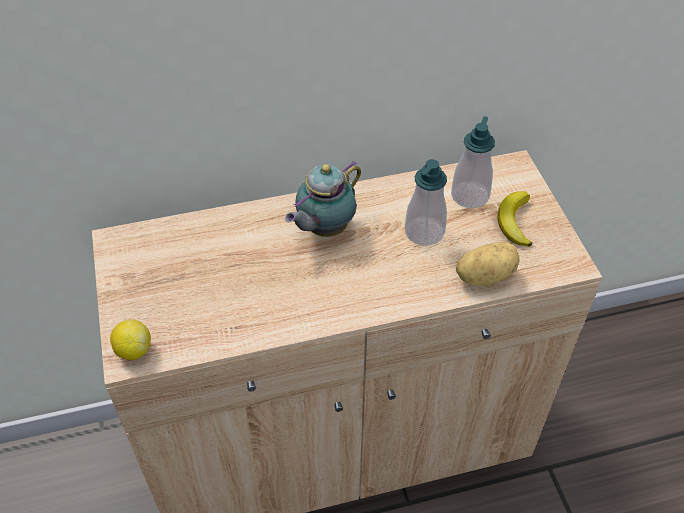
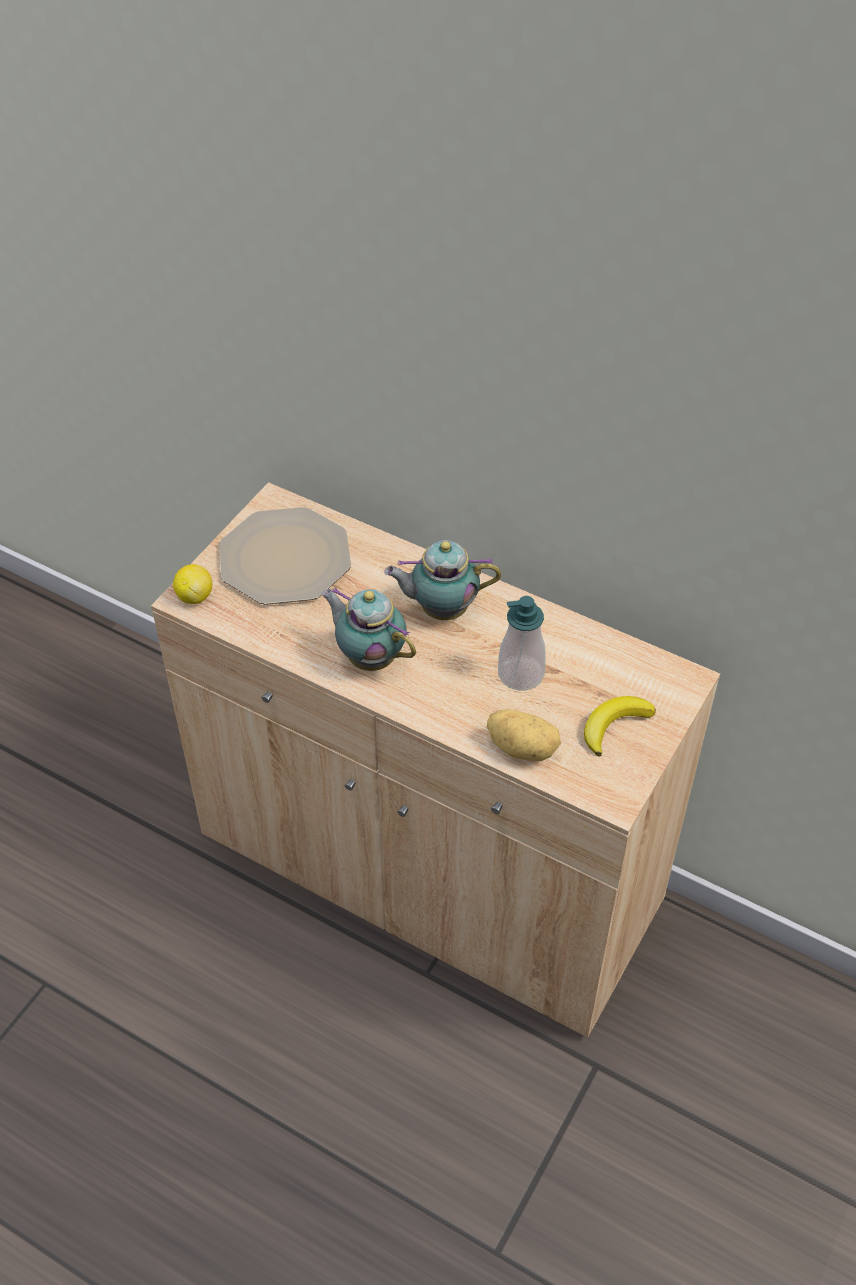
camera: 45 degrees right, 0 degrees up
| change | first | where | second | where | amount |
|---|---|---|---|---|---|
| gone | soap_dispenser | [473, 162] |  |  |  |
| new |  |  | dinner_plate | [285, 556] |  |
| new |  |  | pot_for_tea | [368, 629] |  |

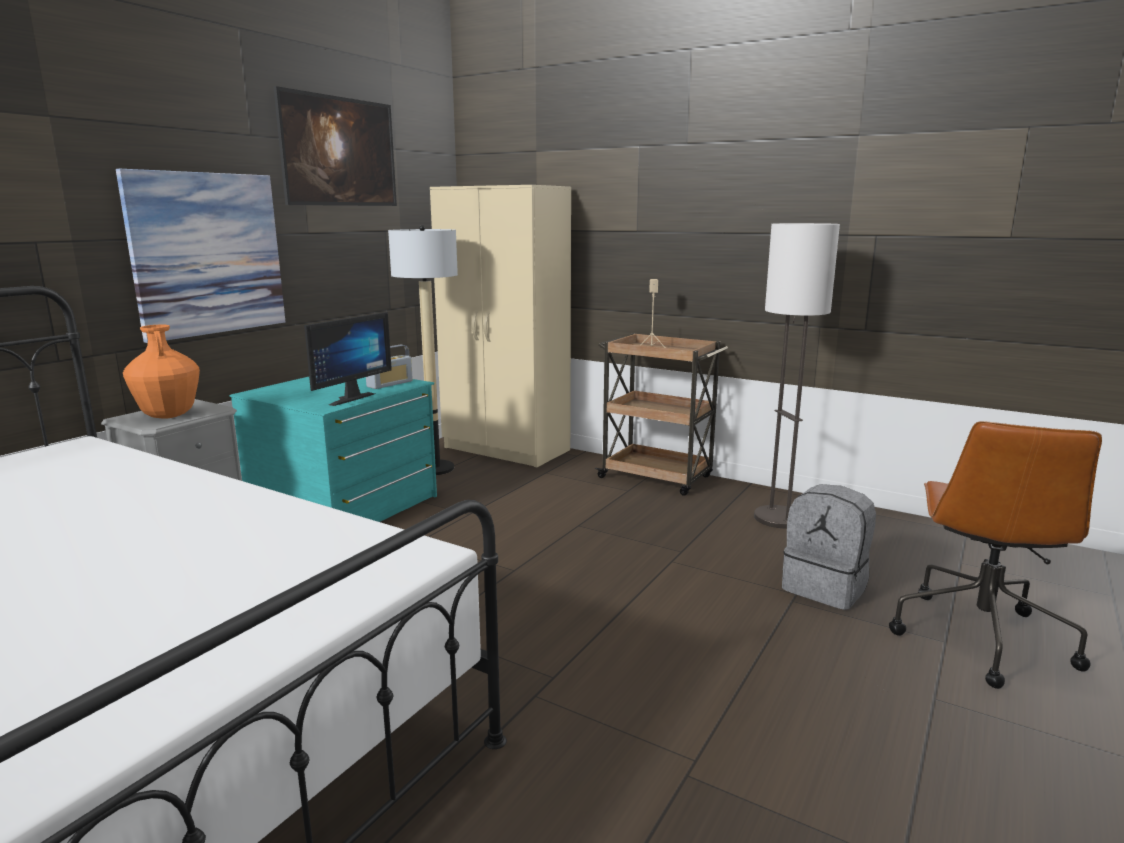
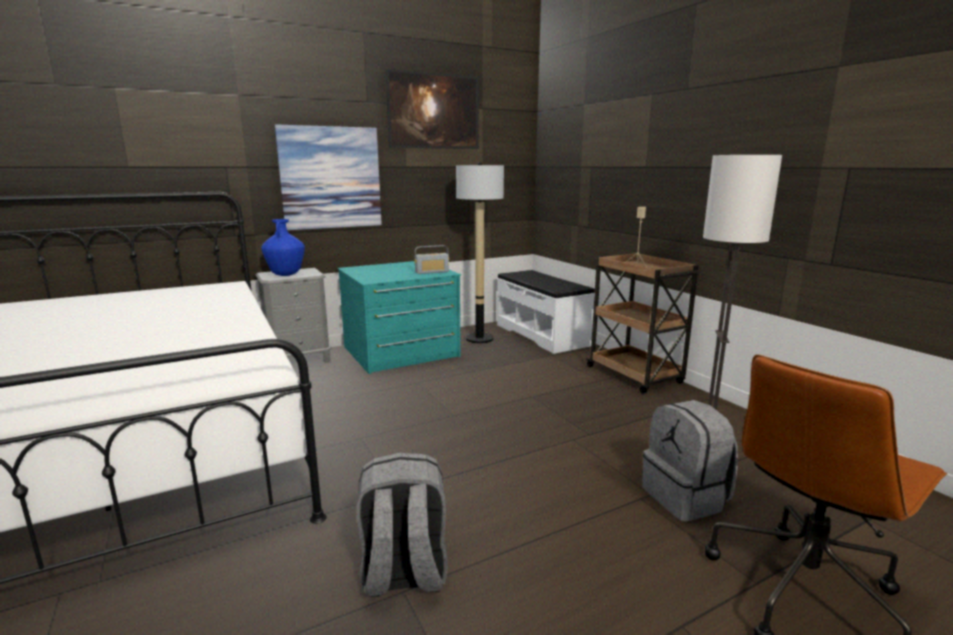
camera: 30 degrees right, 0 degrees up
| change | first | where | second | where | amount |
|---|---|---|---|---|---|
| repainted | orangey_flower_vase | [161, 372] | blue-coloured_flower_vase | [283, 247] |  |
| gone | computer_screen | [348, 359] |  |  |  |
| swapped | sand-coloured_wardrobe | [500, 326] | whitish_bench | [546, 312] |  |
| new |  |  | greyish_rucksack | [402, 524] |  |

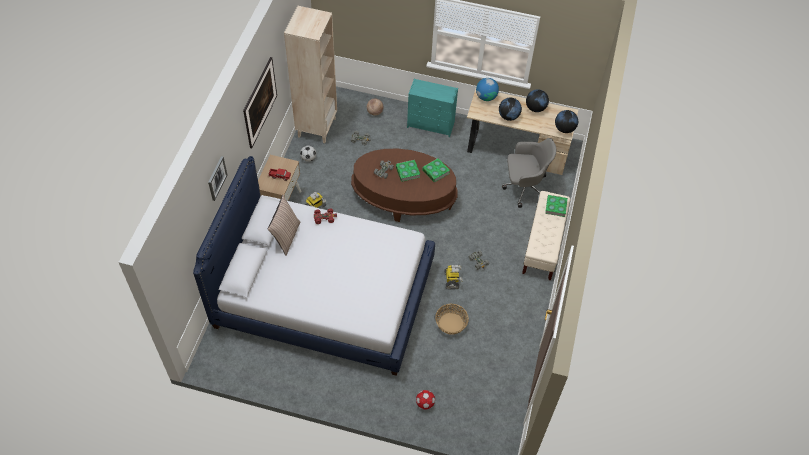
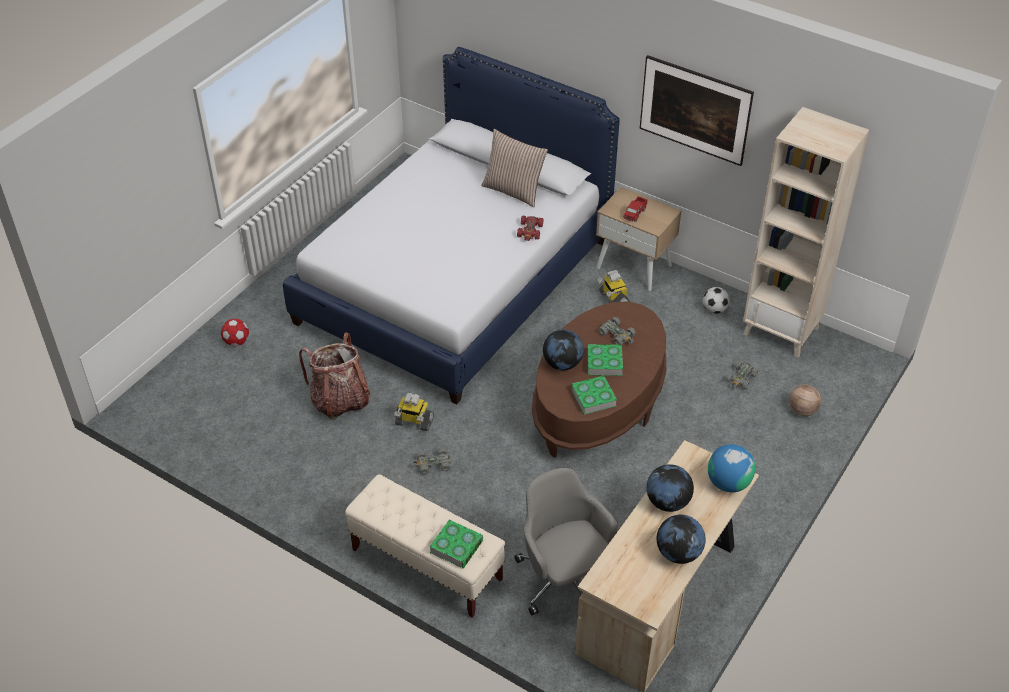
camera: 110 degrees right, 10 degrees down
| change | first | where | second | where | amount |
|---|---|---|---|---|---|
| gone | wall_picture | [217, 178] |  |  |  |
| gone | turquoise_chest_of_drawers | [432, 108] |  |  |  |
| swapped | storage_basket | [452, 319] | rucksack | [335, 376] |  |
| rotated | greyish_office_chair | [529, 173] |  | [566, 541] | 135 degrees clockwise |
| shifted | desk_globe | [566, 121] |  | [563, 349] |  |

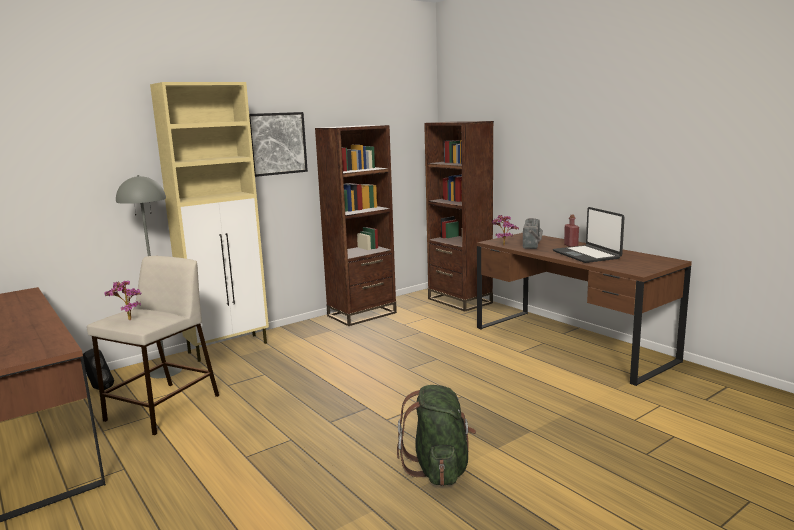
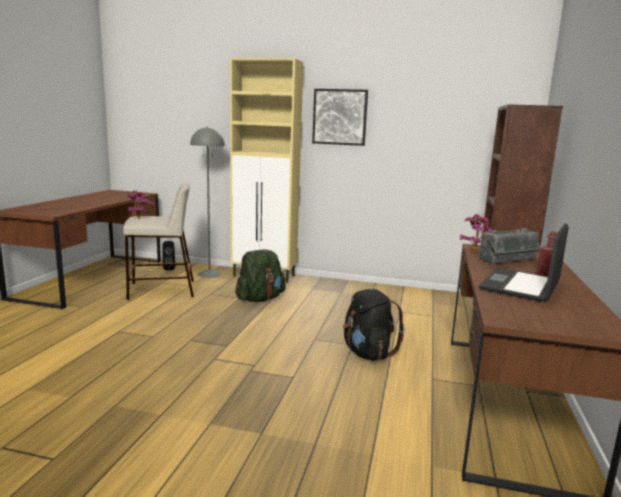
camera: 50 degrees right, 0 degrees up
| change | first | where | second | where | amount |
|---|---|---|---|---|---|
| gone | brown_bookshelf | [356, 225] |  |  |  |
| shifted | green_rucksack | [436, 435] |  | [260, 275] |  |
| new |  |  | blackish_rucksack | [374, 325] |  |

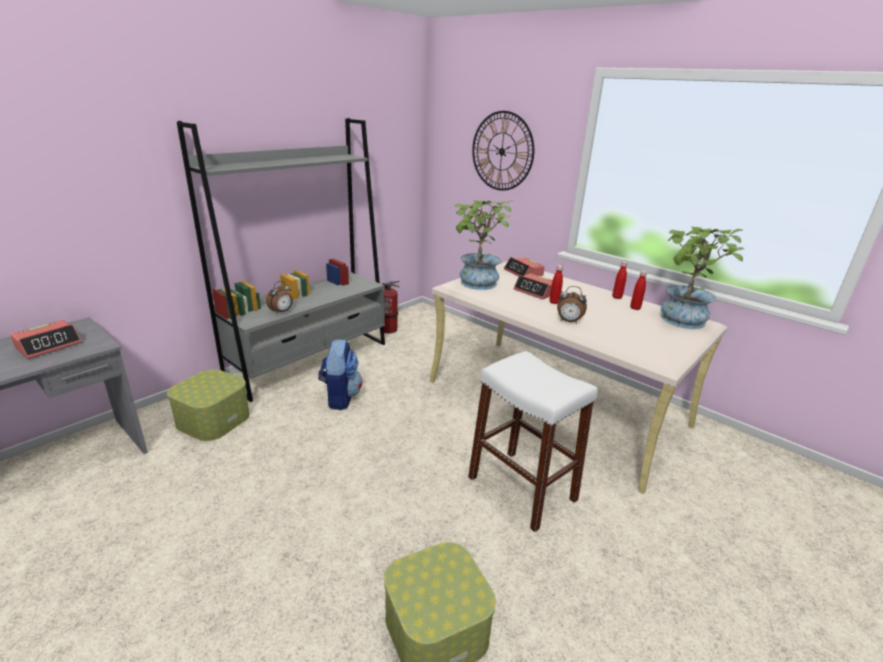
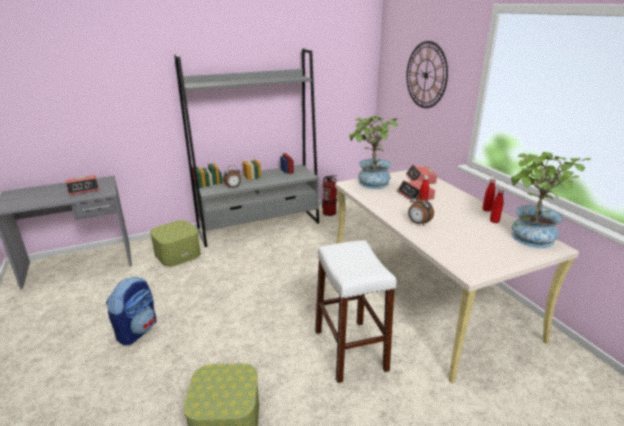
camera: 25 degrees right, 0 degrees up
| change | first | where | second | where | amount |
|---|---|---|---|---|---|
| shifted | rucksack | [340, 374] |  | [131, 311] |  |

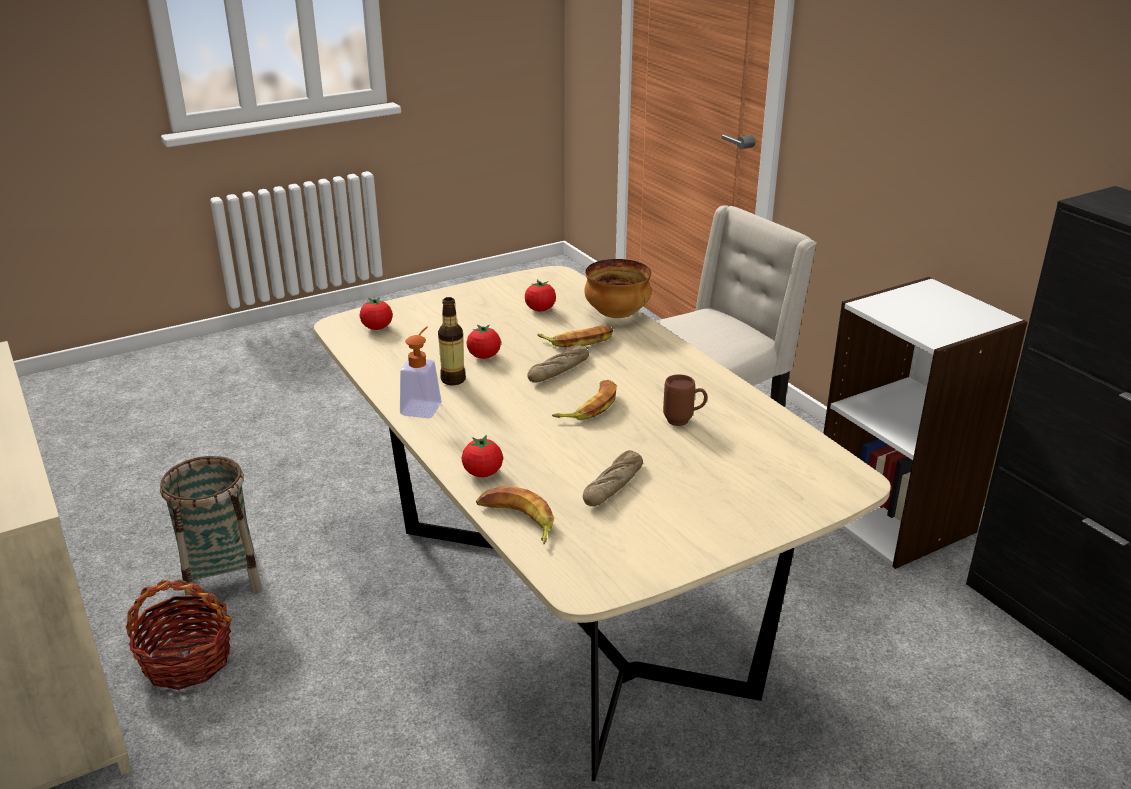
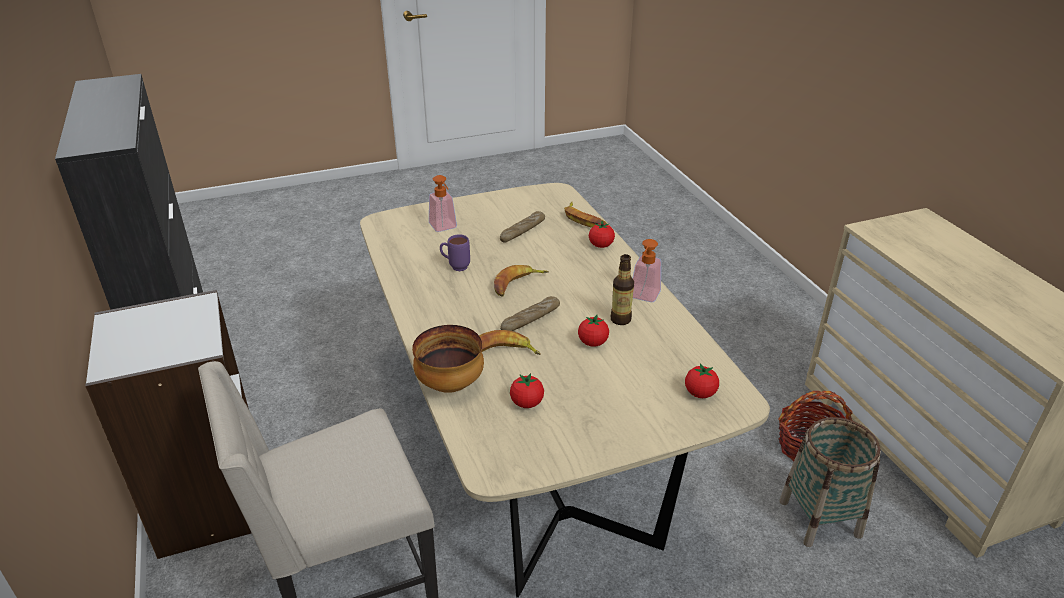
camera: 170 degrees left, 5 degrees up
| change | first | where | second | where | amount |
|---|---|---|---|---|---|
| repainted | brown_tea_mug | [685, 400] | purple-coloured_tea_mug | [455, 252] |  |
| new |  |  | soap_dispenser | [443, 203] |  |

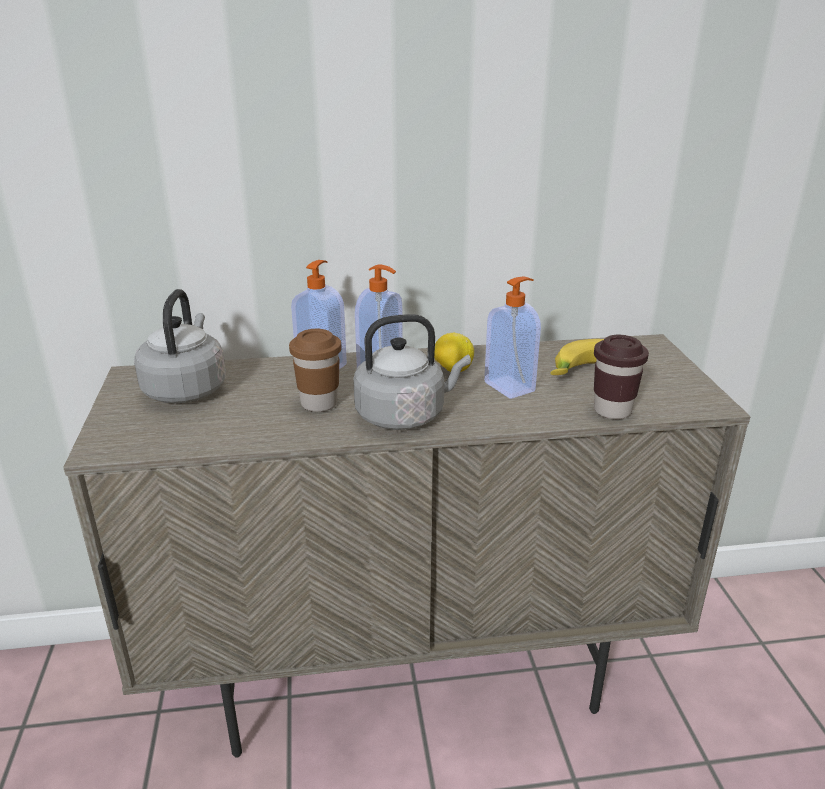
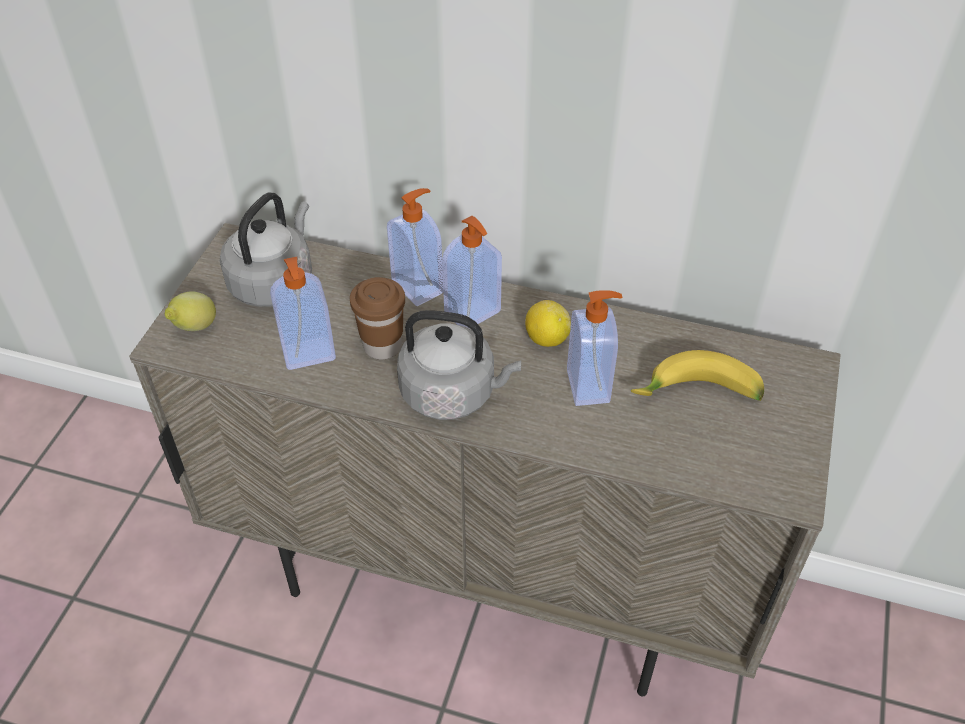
camera: 25 degrees right, 20 degrees up
| change | first | where | second | where | amount |
|---|---|---|---|---|---|
| gone | brown_cup | [621, 377] |  |  |  |
| new |  |  | lemon | [190, 311] |  |
| new |  |  | soap_dispenser | [303, 313] |  |

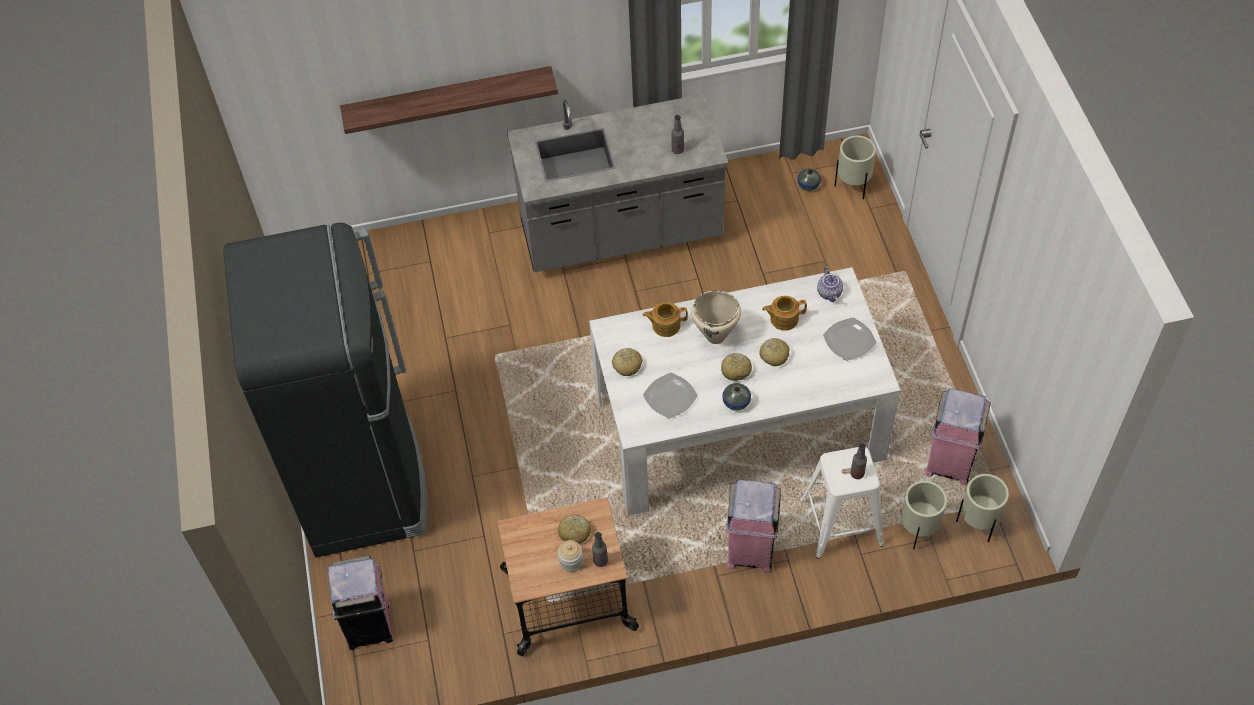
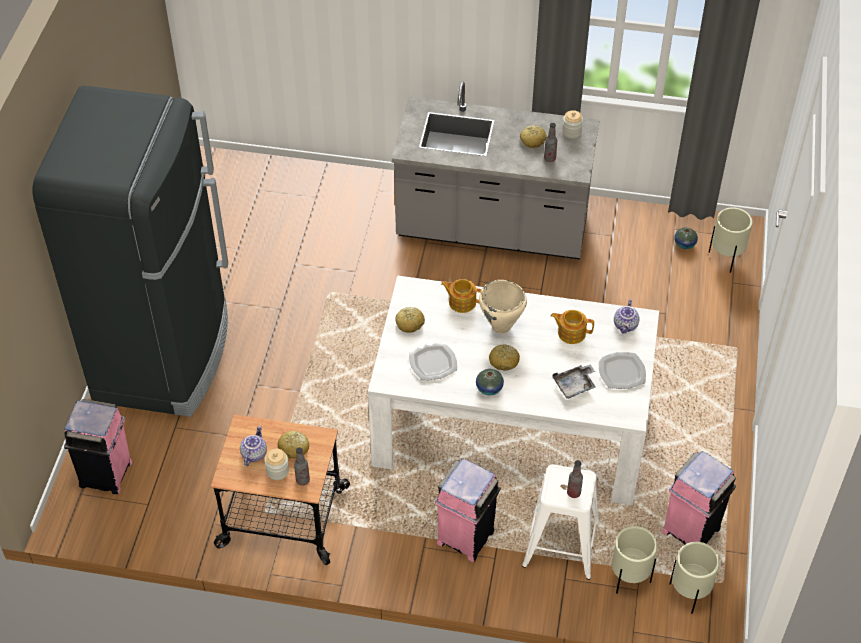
camera: 20 degrees right, 5 degrees down
| change | first | where | second | where | amount |
|---|---|---|---|---|---|
| gone | bracket_shelf | [449, 100] |  |  |  |
| shifted | bakery_bread | [774, 352] |  | [533, 136] |  |
| new |  |  | pot_for_tea | [253, 446] |  |
| new |  |  | greyish_tray | [574, 382] |  |
| new |  |  | jar | [572, 124] |  |

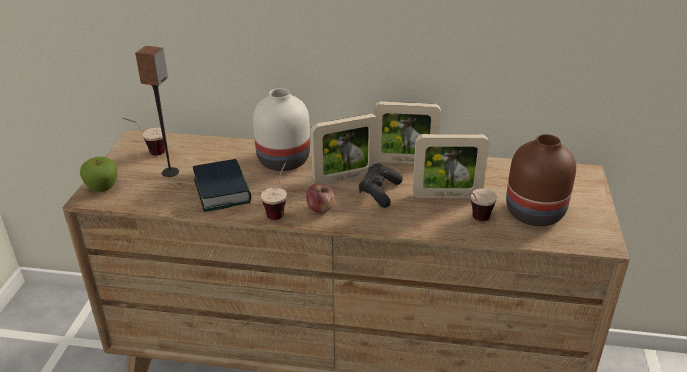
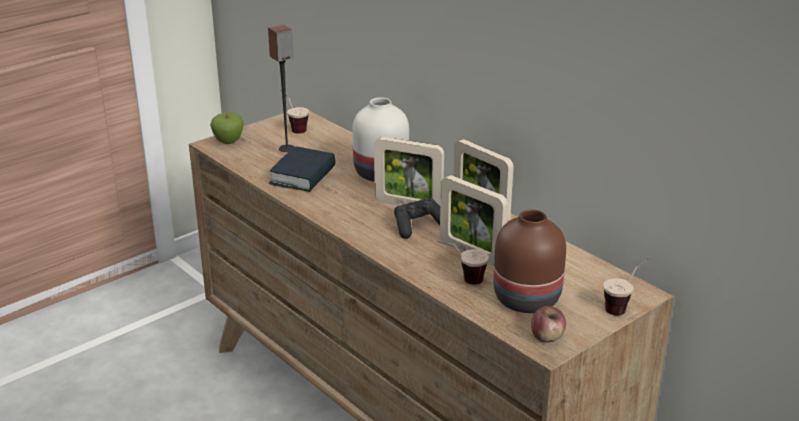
camera: 40 degrees right, 5 degrees down
| change | first | where | second | where | amount |
|---|---|---|---|---|---|
| shifted | cup | [274, 191] |  | [626, 286] |  |
| shifted | apple | [320, 198] |  | [548, 324] |  |

